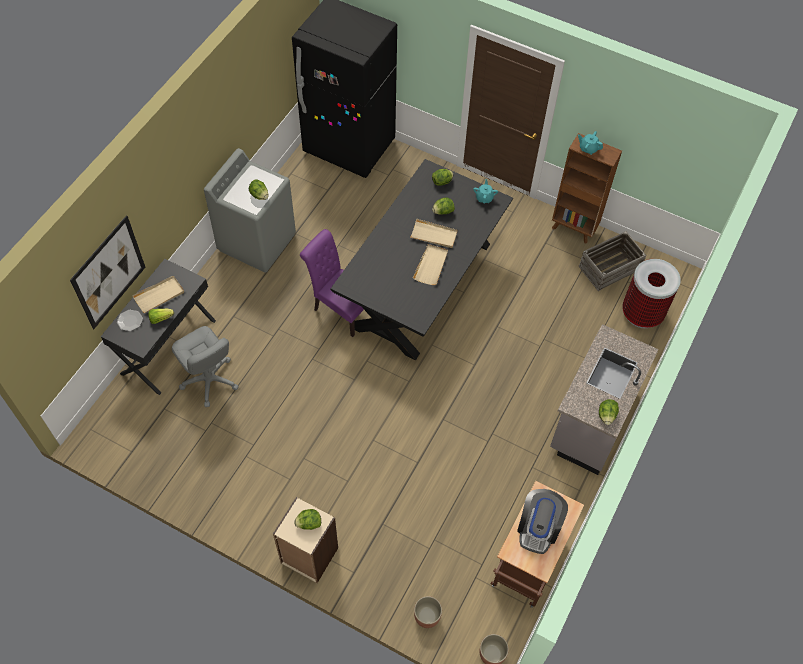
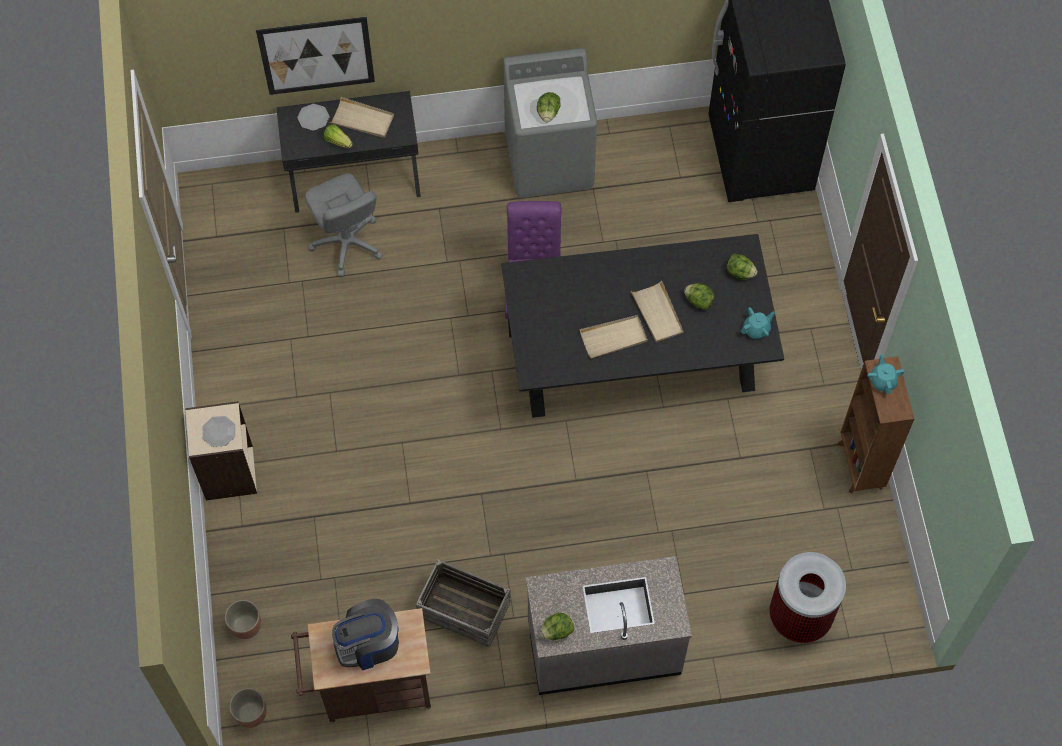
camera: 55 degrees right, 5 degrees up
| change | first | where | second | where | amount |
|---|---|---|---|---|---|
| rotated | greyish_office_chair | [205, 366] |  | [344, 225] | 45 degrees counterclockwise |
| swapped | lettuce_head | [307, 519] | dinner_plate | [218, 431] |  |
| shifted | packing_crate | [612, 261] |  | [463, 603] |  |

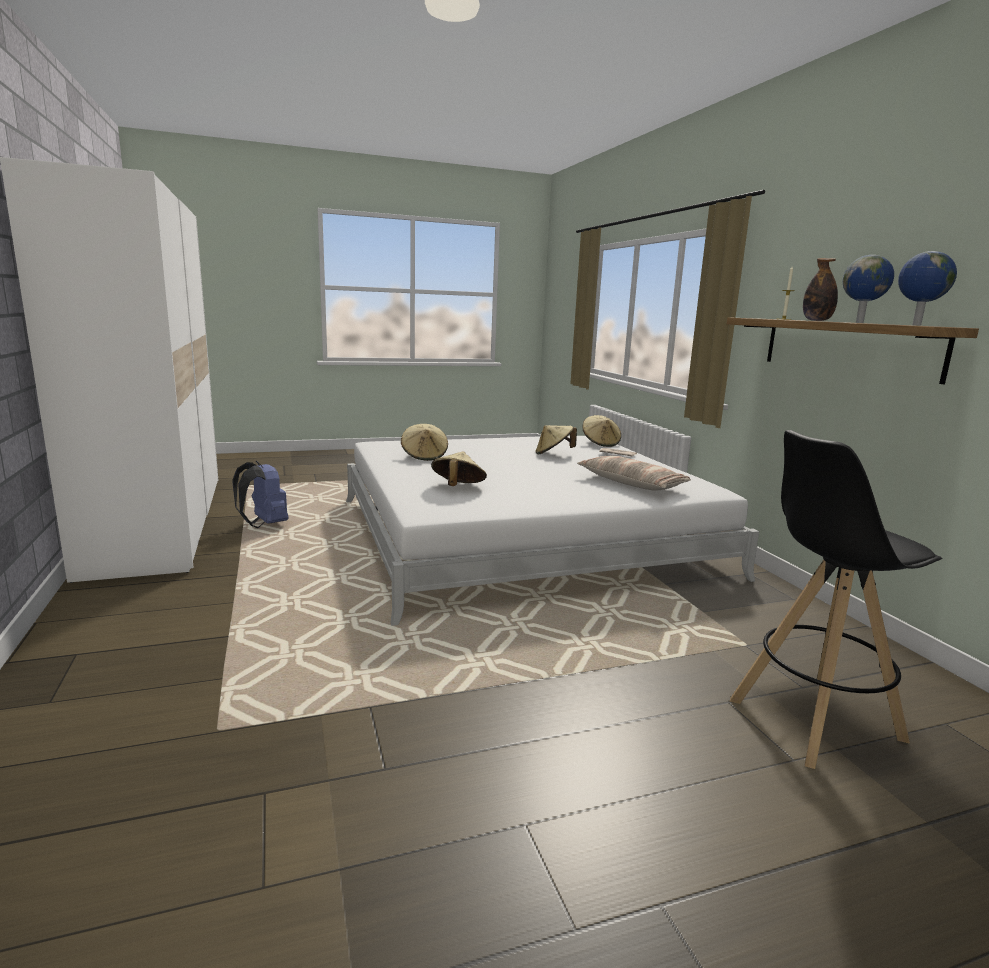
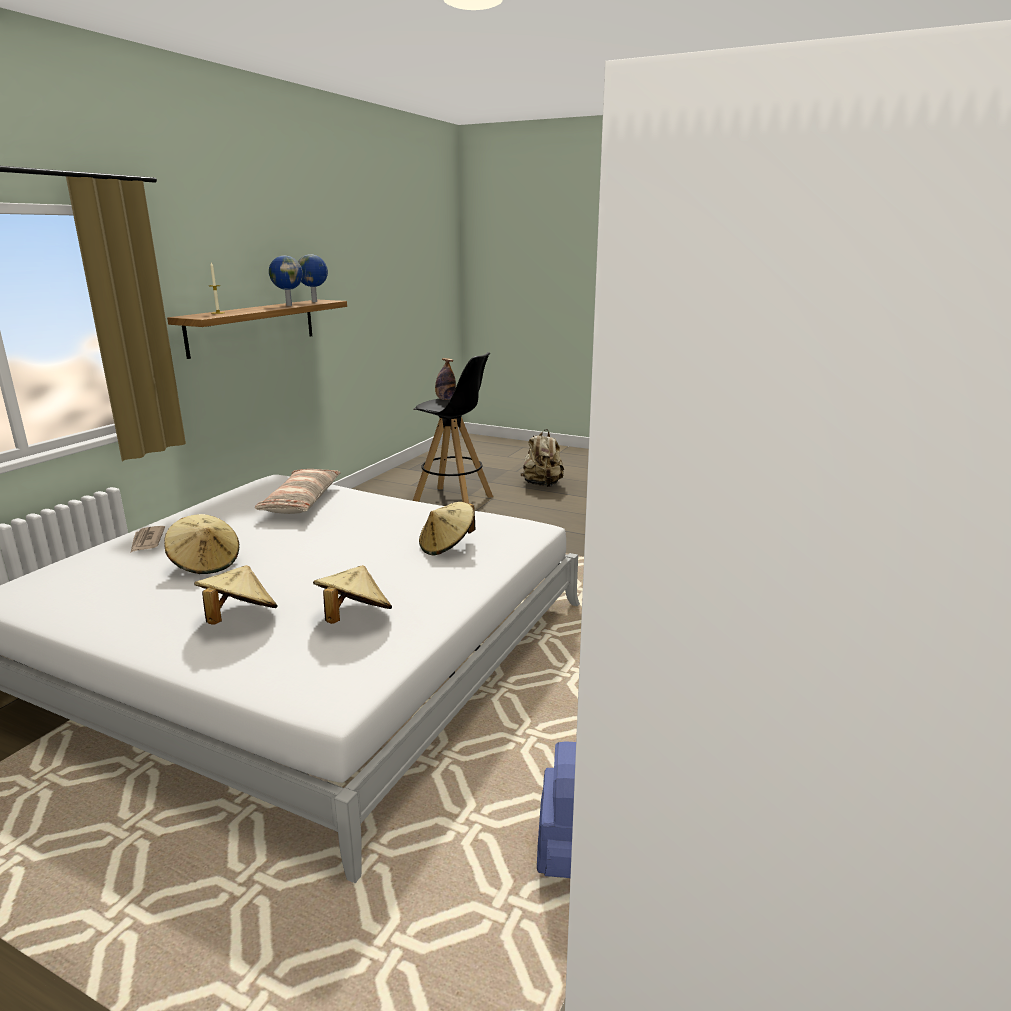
camera: 135 degrees left, 5 degrees up
| change | first | where | second | where | amount |
|---|---|---|---|---|---|
| shifted | sand-coloured_hat | [602, 431] |  | [235, 595] |  |
| shifted | bottle | [820, 289] |  | [445, 379] |  |
| new |  |  | sand-coloured_rucksack | [542, 458] |  |

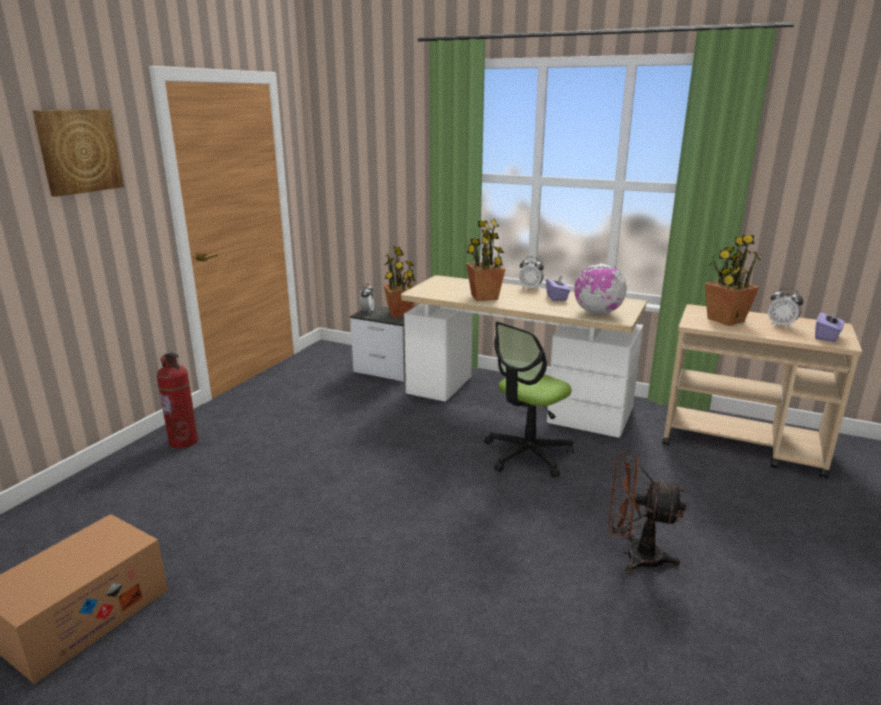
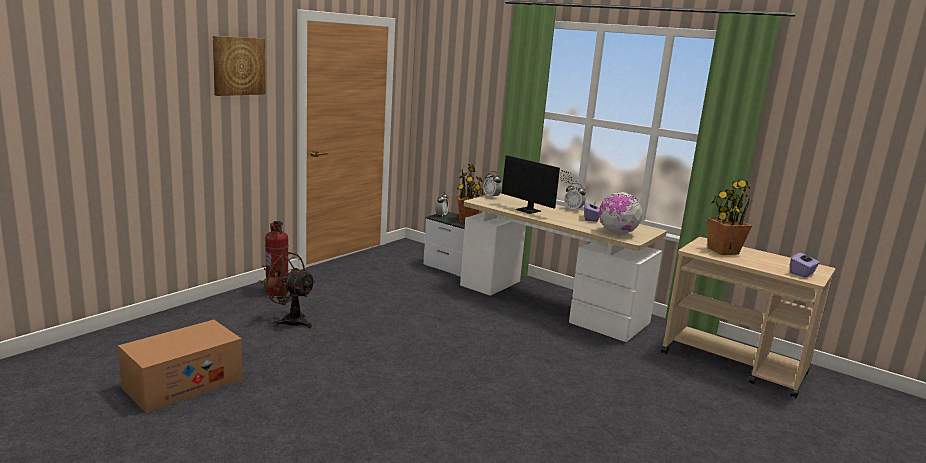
camera: 10 degrees right, 5 degrees down
| change | first | where | second | where | amount |
|---|---|---|---|---|---|
| swapped | plant_in_a_pot | [485, 260] | computer_screen | [538, 184] |  |
| gone | office_chair | [529, 399] |  |  |  |
| shifted | brown_fan | [647, 514] |  | [287, 289] |  |
| shifted | table_clock | [785, 307] |  | [492, 184] |  |

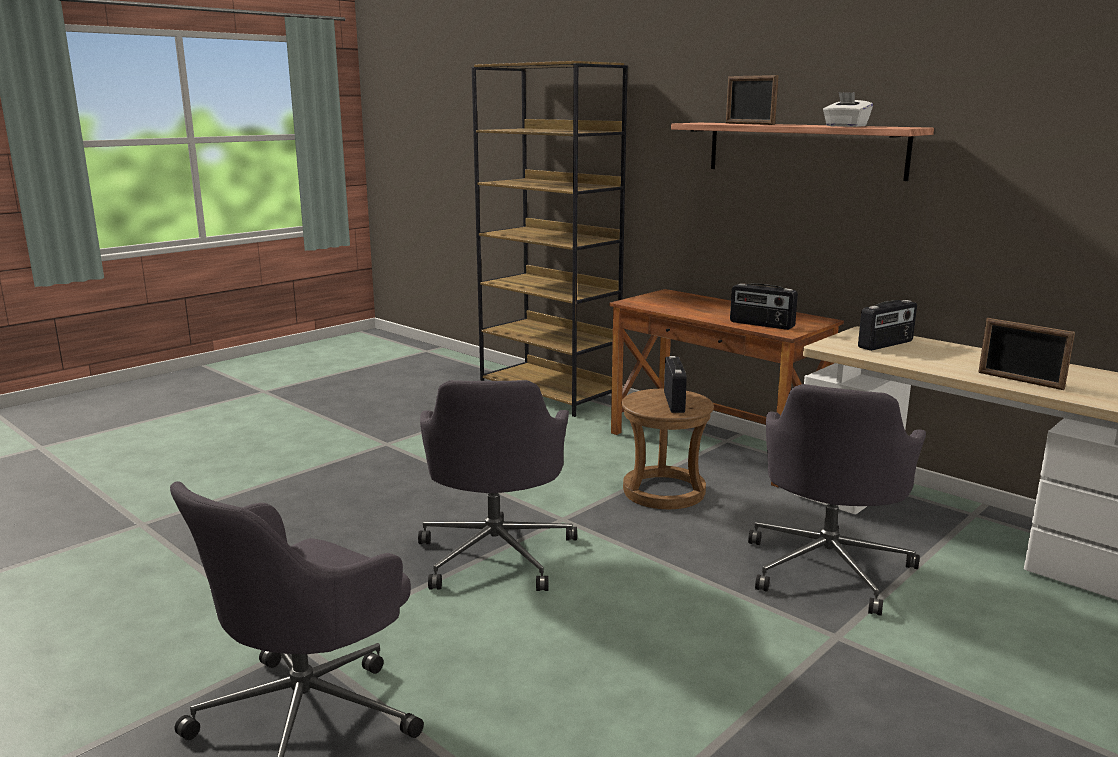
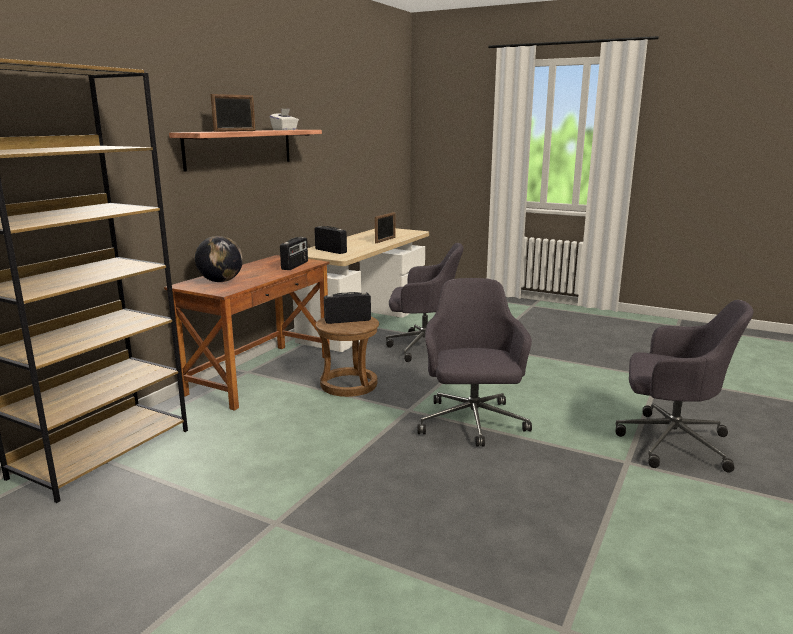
camera: 105 degrees left, 0 degrees up
| change | first | where | second | where | amount |
|---|---|---|---|---|---|
| rotated | greyish_office_chair | [497, 485] |  | [474, 362] | 75 degrees counterclockwise |
| new |  |  | desk_globe | [219, 259] |  |

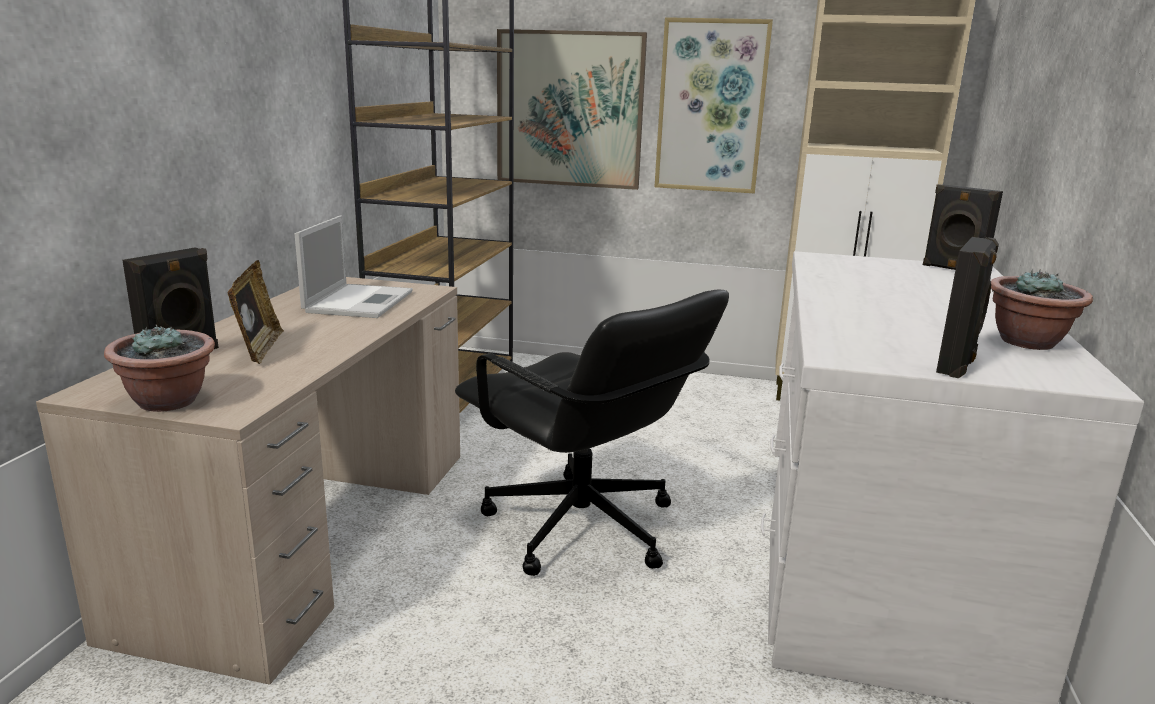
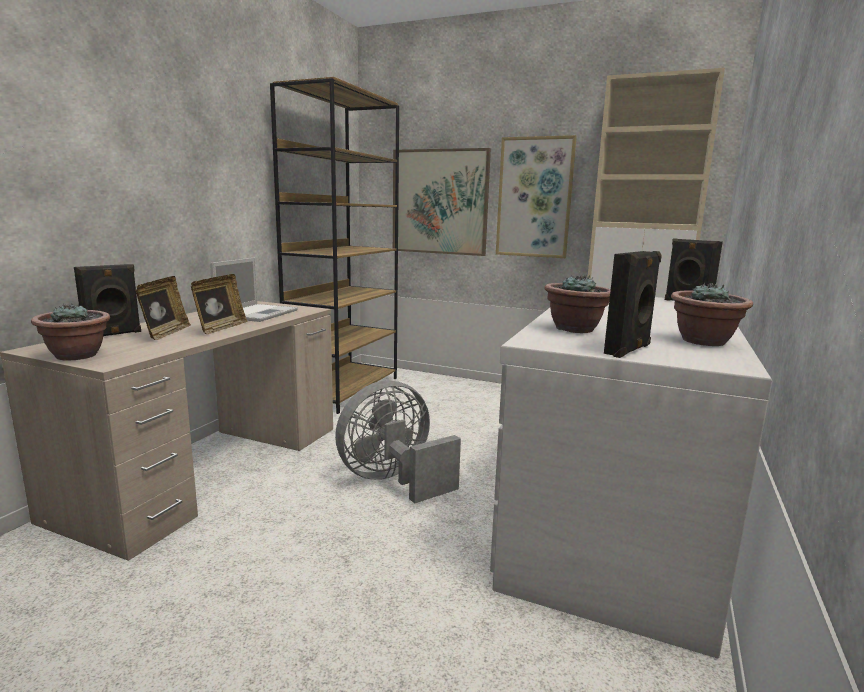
camera: 10 degrees right, 5 degrees down
| change | first | where | second | where | amount |
|---|---|---|---|---|---|
| swapped | blackish_office_chair | [592, 433] | greyish_fan | [398, 442] |  |
| new |  |  | standing_frame | [219, 304] |  |
| new |  |  | plant_in_a_pot | [577, 304] |  |

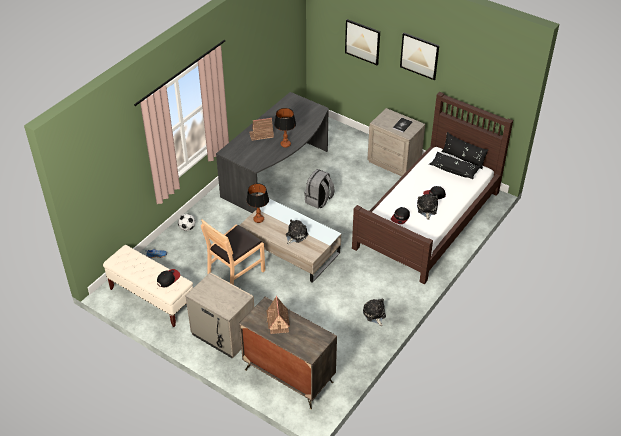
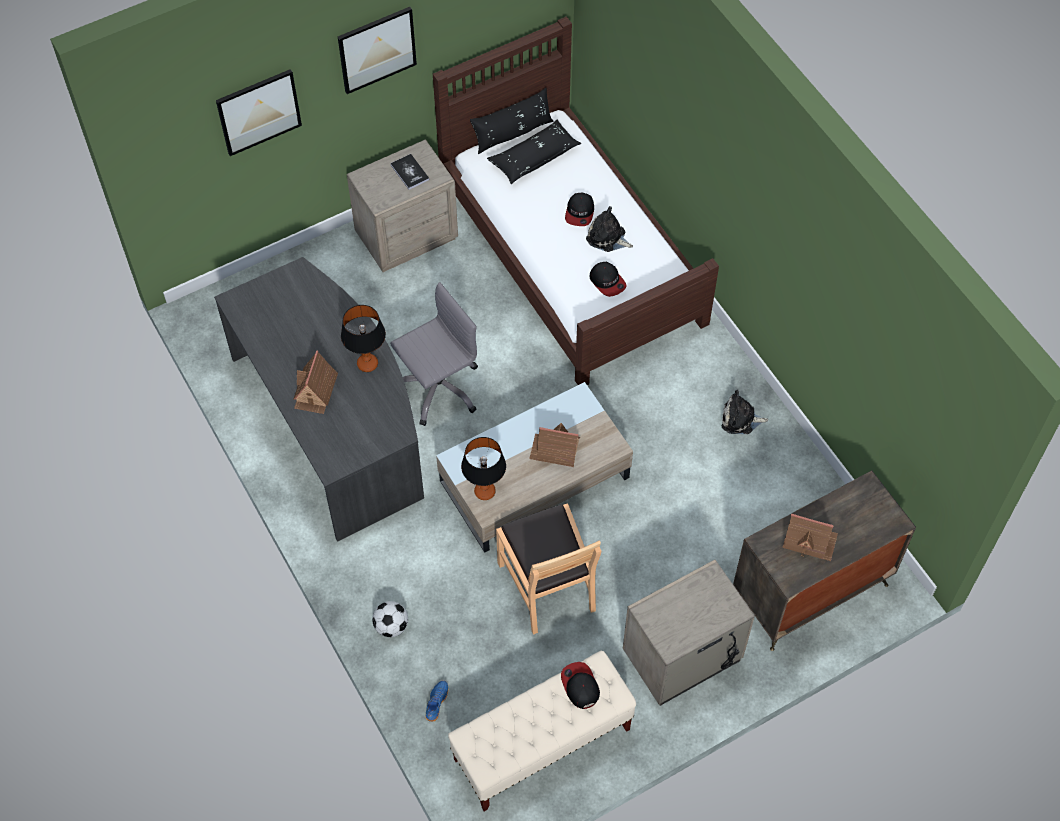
camera: 65 degrees left, 15 degrees up
| change | first | where | second | where | amount |
|---|---|---|---|---|---|
| swapped | plush_toy | [297, 232] | model_house | [554, 445] |  |
| swapped | greyish_rucksack | [319, 189] | greyish_office_chair | [434, 354] |  |

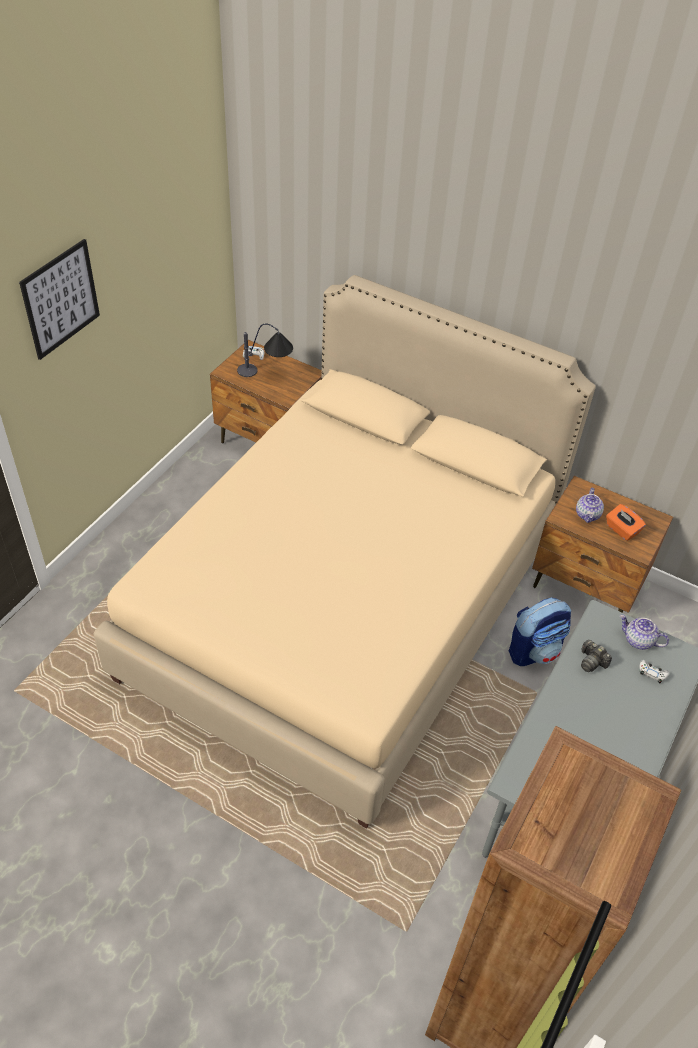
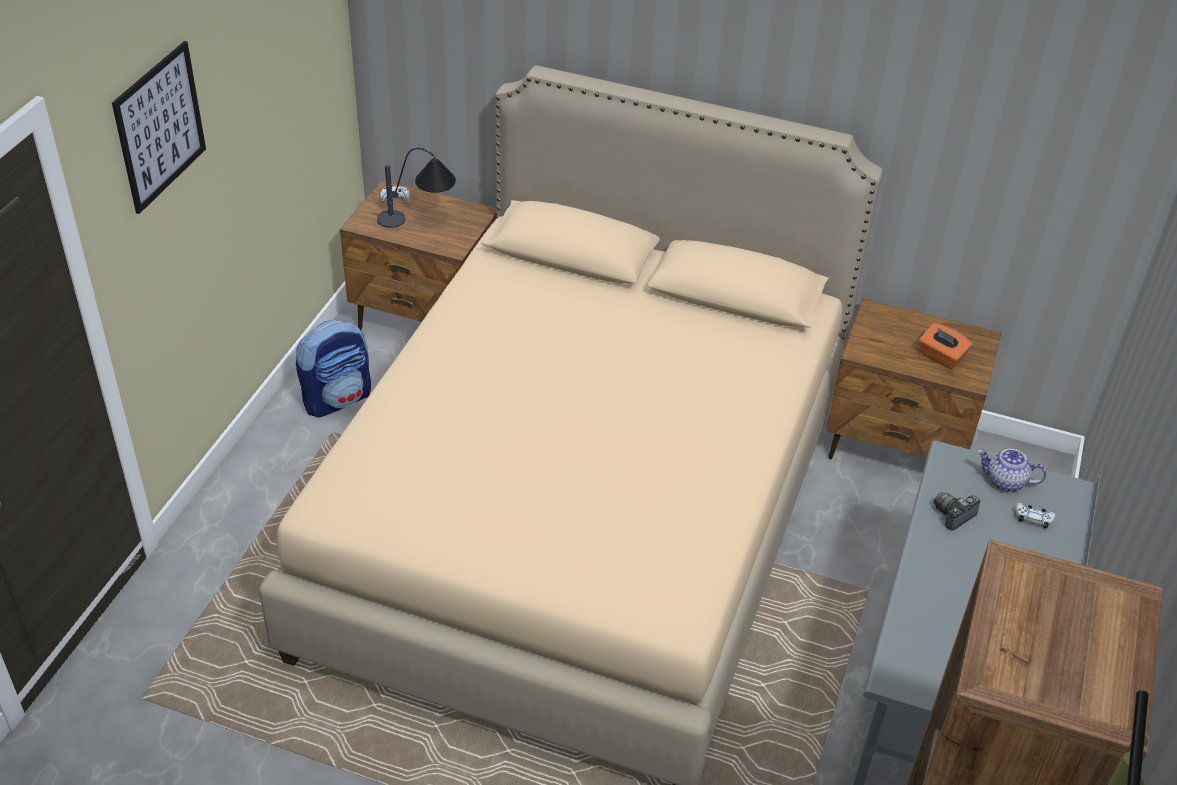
camera: 10 degrees left, 5 degrees down
| change | first | where | second | where | amount |
|---|---|---|---|---|---|
| shifted | rucksack | [540, 631] |  | [333, 368] |  |
| gone | pot_for_tea | [590, 505] |  |  |  |
| rotated | still_camera | [596, 656] |  | [957, 511] | 105 degrees clockwise |

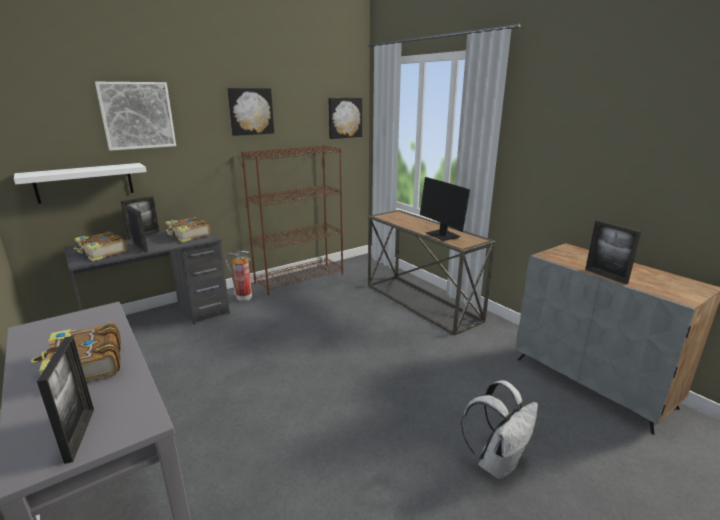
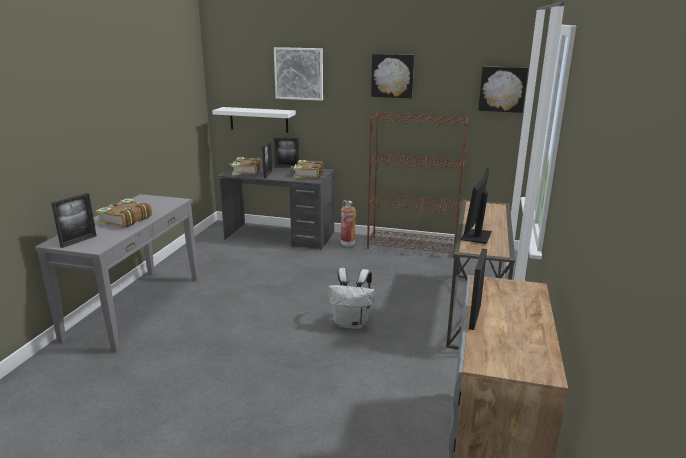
camera: 50 degrees right, 0 degrees up
| change | first | where | second | where | amount |
|---|---|---|---|---|---|
| shifted | whitish_rucksack | [499, 429] |  | [351, 298] |  |

